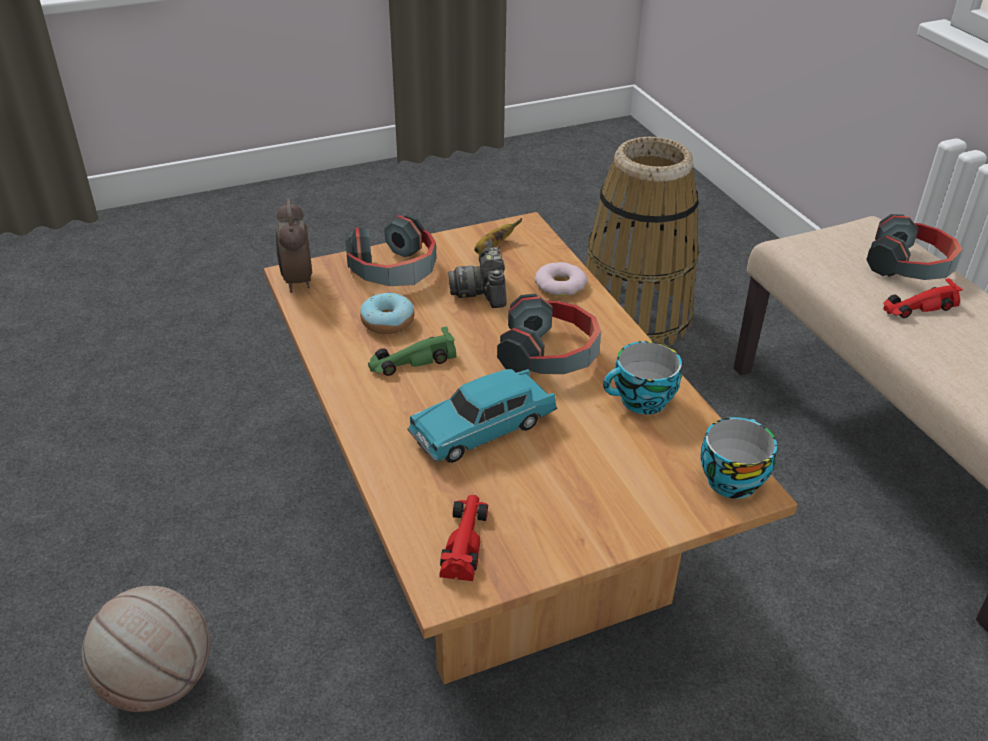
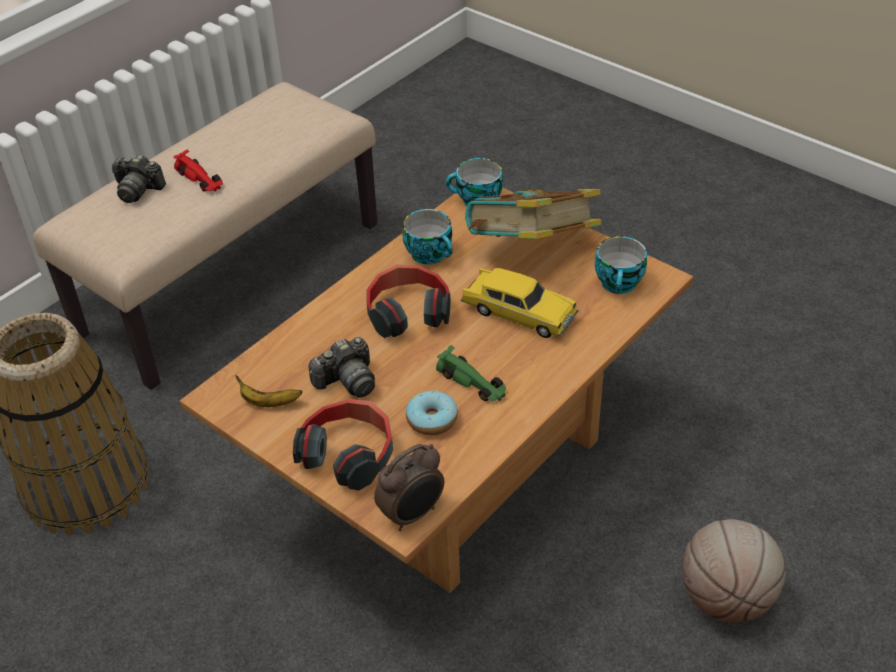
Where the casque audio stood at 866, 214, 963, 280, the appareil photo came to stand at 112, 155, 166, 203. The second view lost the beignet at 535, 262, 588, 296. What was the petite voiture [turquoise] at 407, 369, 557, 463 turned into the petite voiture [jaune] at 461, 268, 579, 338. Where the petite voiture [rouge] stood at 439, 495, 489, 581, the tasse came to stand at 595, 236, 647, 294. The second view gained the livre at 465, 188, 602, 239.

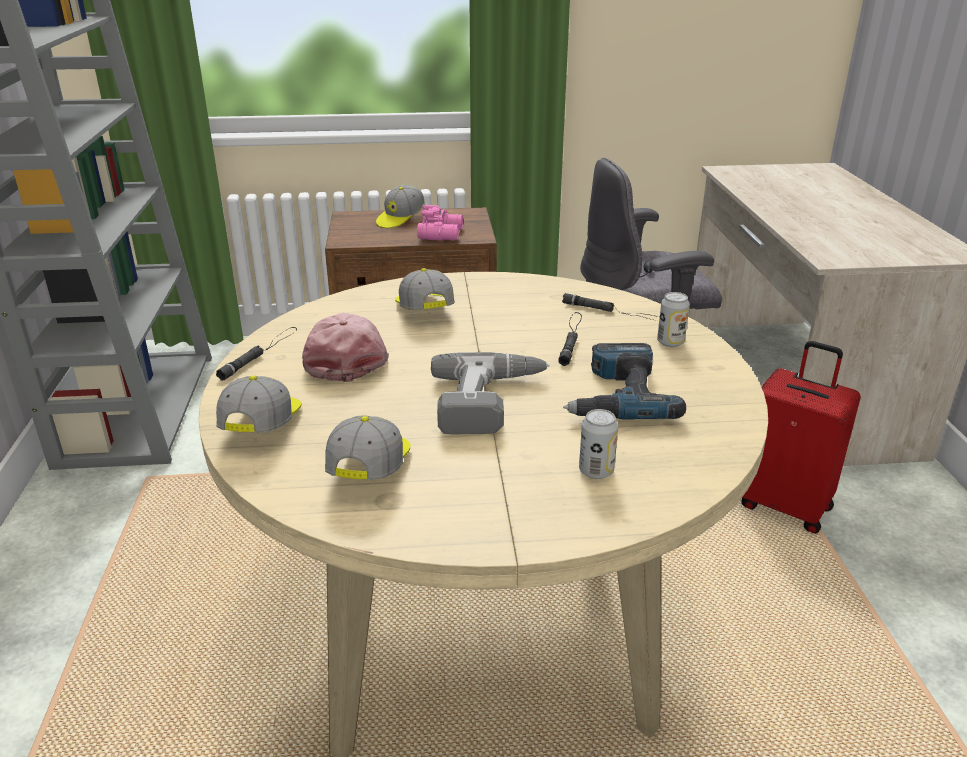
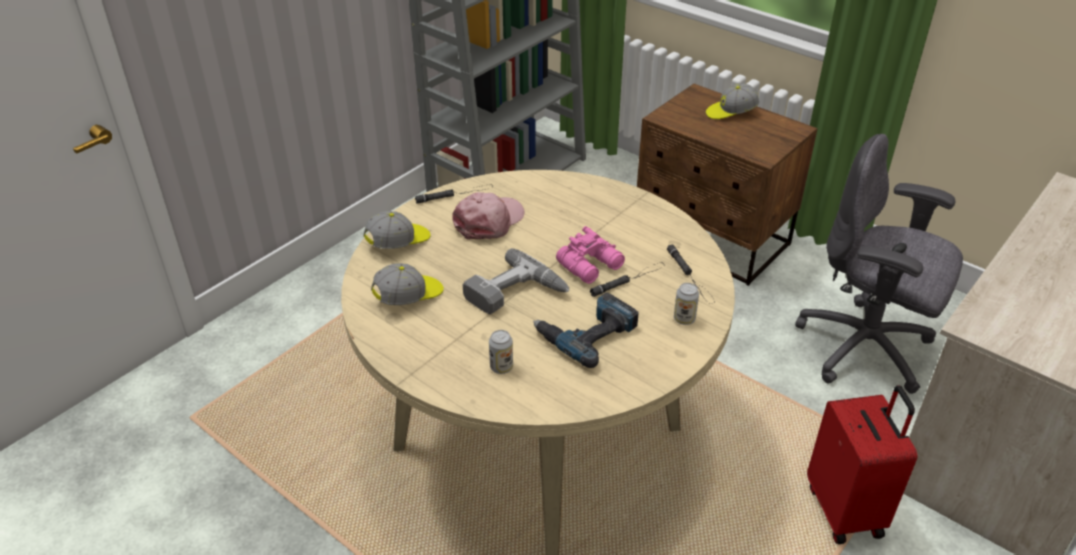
The jumelles [rose] ended up elsewhere, having gone from 417, 205, 463, 241 to 556, 226, 625, 284. The second view lost the casquette at 395, 268, 455, 310.

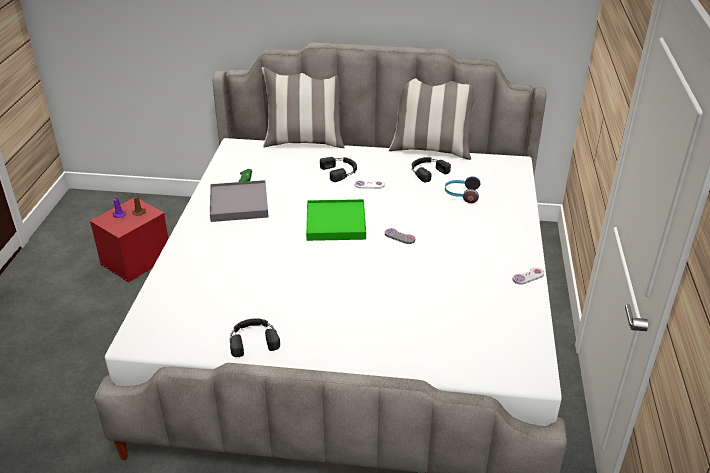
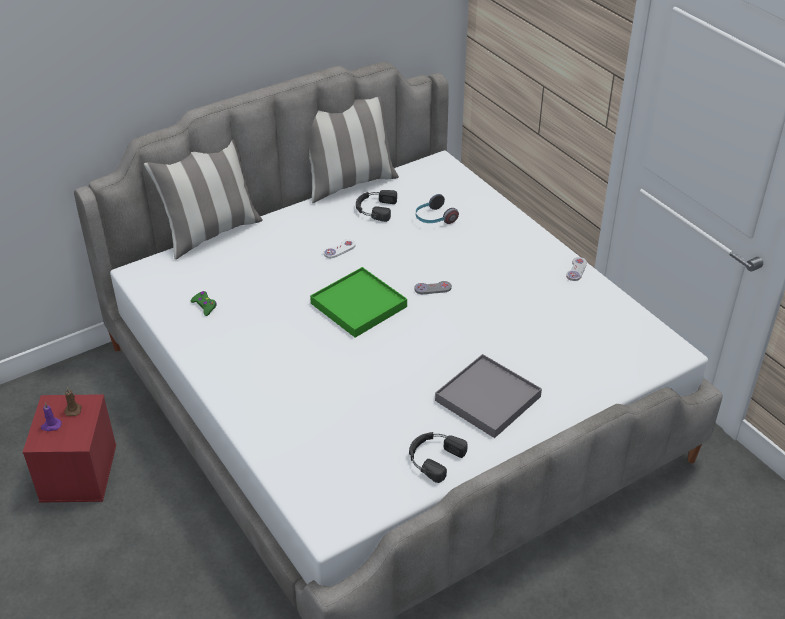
The second view lost the casque audio [noir] at 320, 157, 357, 182. The plateau [gris] ended up elsewhere, having gone from 210, 180, 268, 222 to 435, 354, 542, 438.

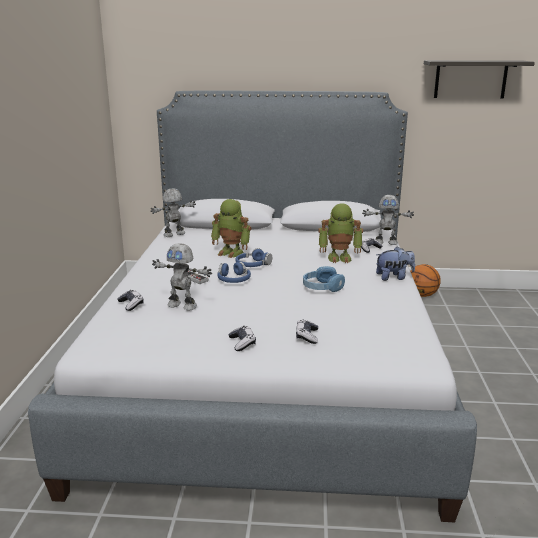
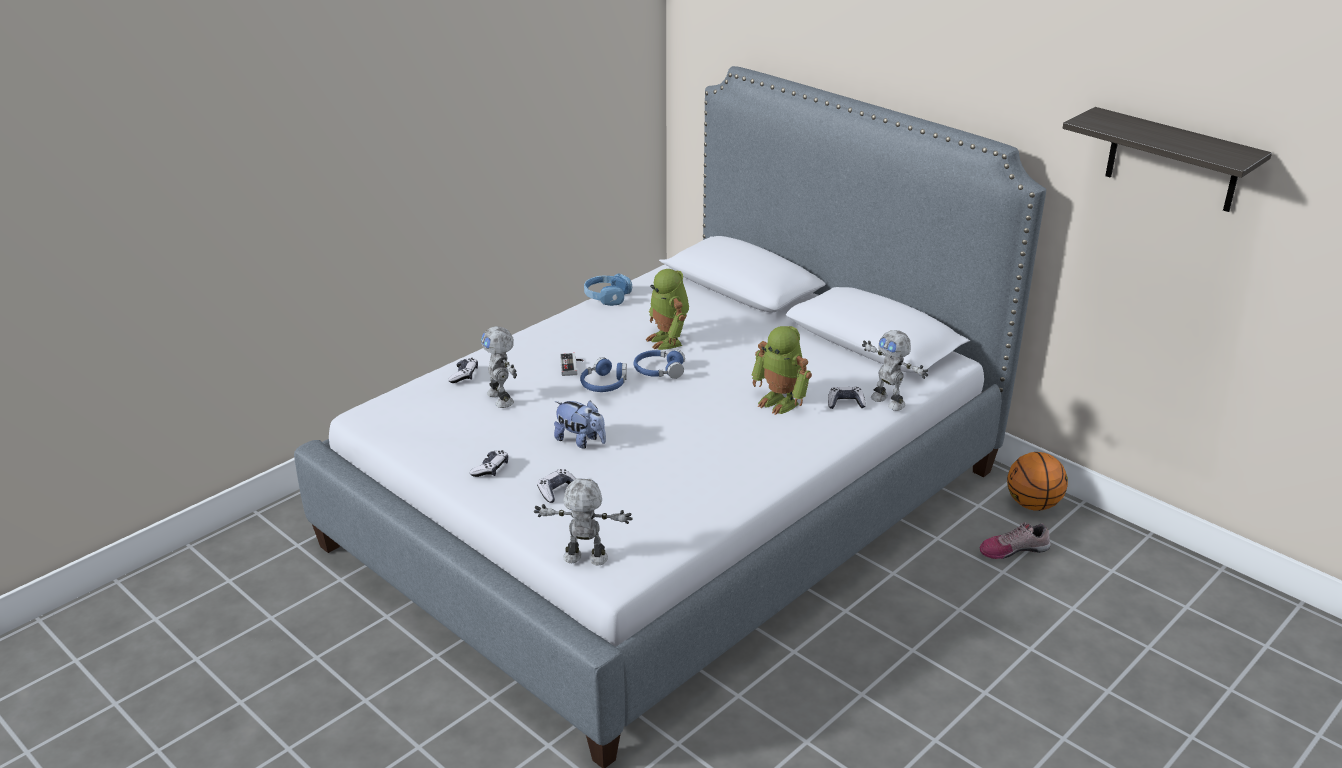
The robot jouet ended up elsewhere, having gone from 150, 188, 196, 237 to 534, 478, 633, 566. The peluche ended up elsewhere, having gone from 376, 246, 415, 281 to 554, 400, 606, 449. The casque audio [bleu] ended up elsewhere, having gone from 303, 266, 345, 292 to 584, 273, 632, 306. The second view gained the chaussure at 980, 522, 1051, 559.

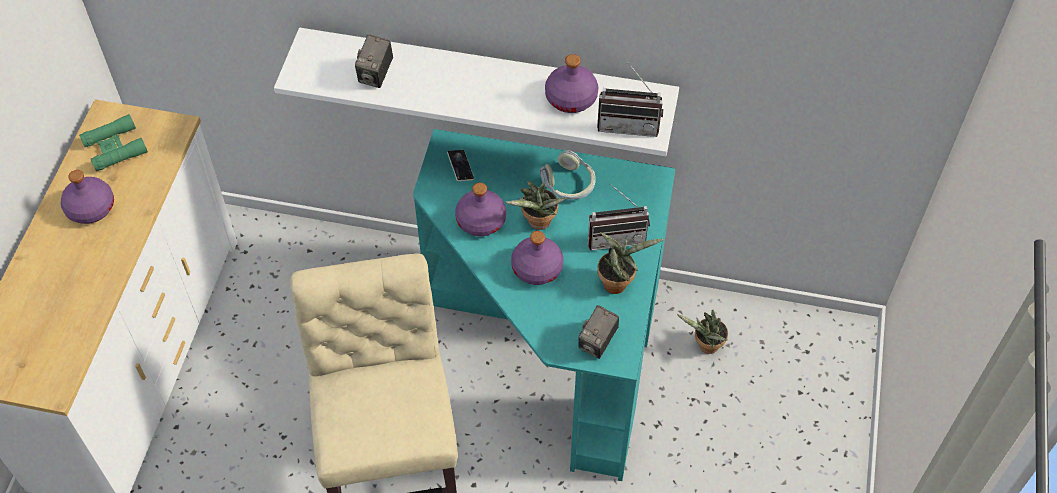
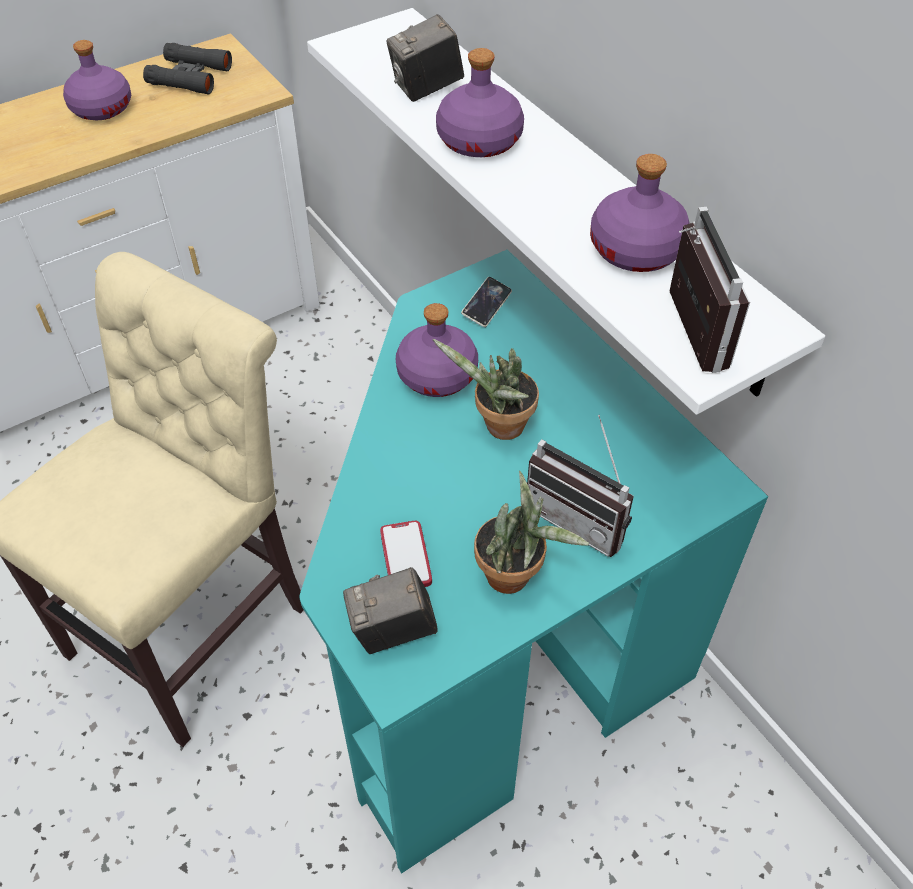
The radio at 597, 63, 663, 137 ended up facing another way, 150 degrees counterclockwise from before. What was the jumelles [vert] at 79, 114, 148, 171 turned into the jumelles [noir] at 143, 43, 232, 95. The second view lost the casque audio at 540, 150, 596, 200. The bouteille [violet] ended up elsewhere, having gone from 511, 231, 563, 285 to 436, 48, 524, 157. The second view lost the plante en pot at 677, 310, 728, 354. The second view gained the téléphone at 380, 521, 432, 587.

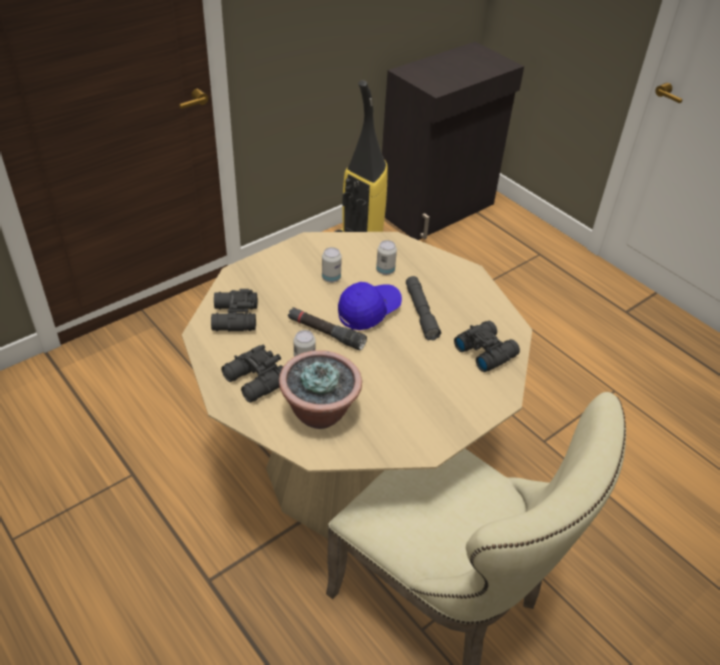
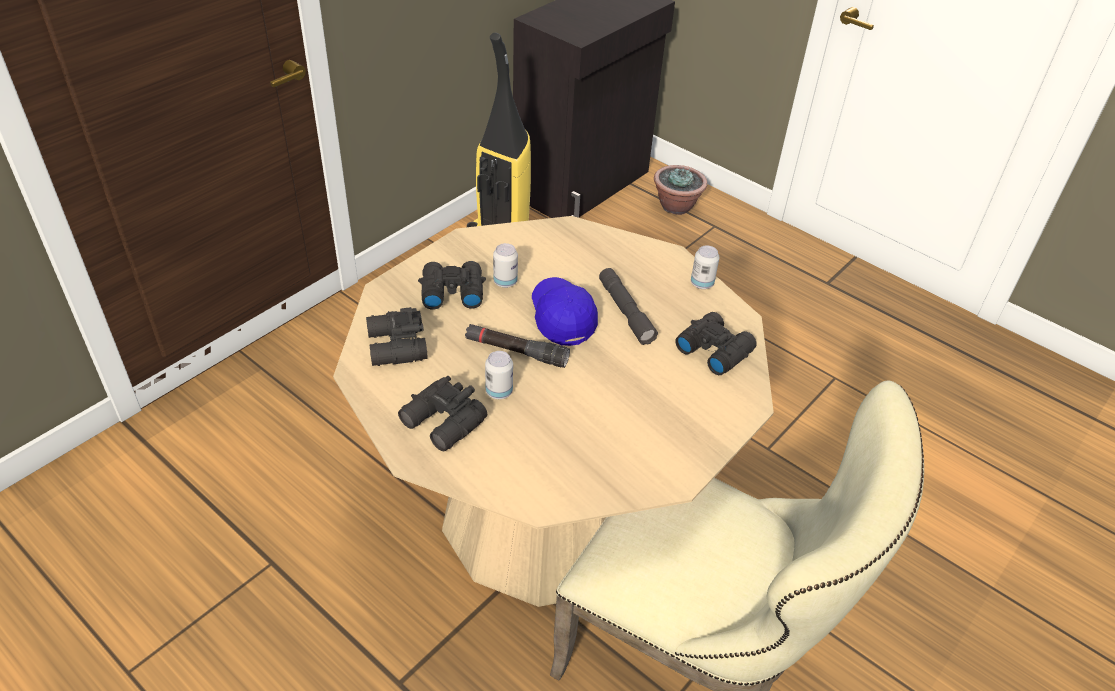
The boîte métallique ended up elsewhere, having gone from 376, 240, 397, 275 to 691, 245, 720, 289. The casquette [bleu] at 338, 282, 402, 330 ended up facing another way, 60 degrees counterclockwise from before. The plante en pot ended up elsewhere, having gone from 279, 350, 362, 429 to 654, 165, 707, 215. The second view gained the jumelles [noir] at 418, 261, 486, 310.

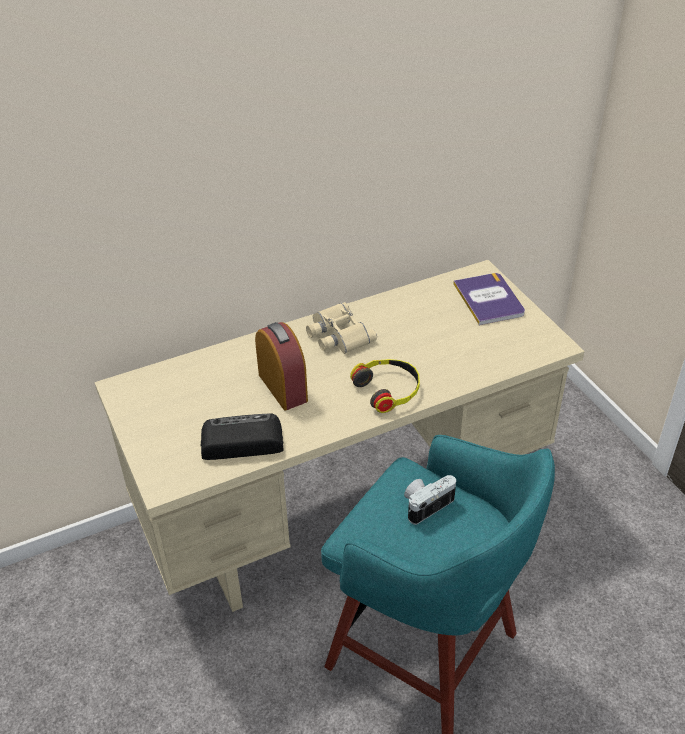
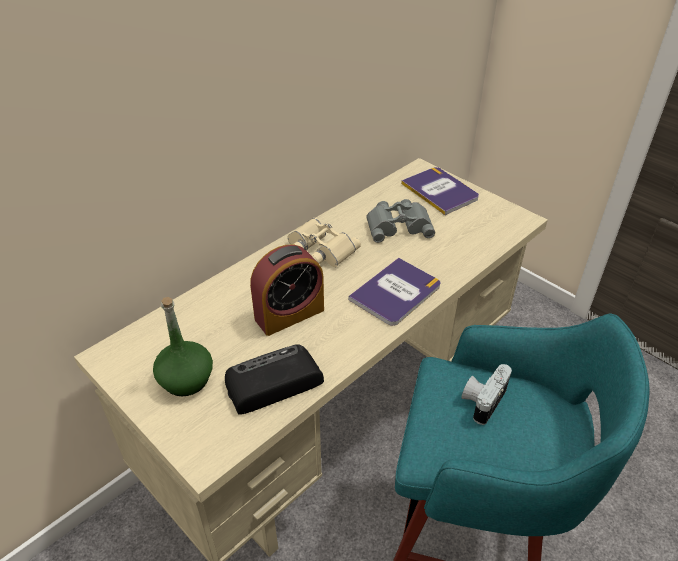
The réveil at 255, 322, 308, 410 ended up facing another way, 105 degrees clockwise from before. Where the casque audio stood at 350, 359, 420, 413, the livre came to stand at 348, 258, 441, 326. The second view gained the jumelles [gris] at 366, 199, 435, 243. The second view gained the bouteille [vert] at 153, 297, 213, 396.

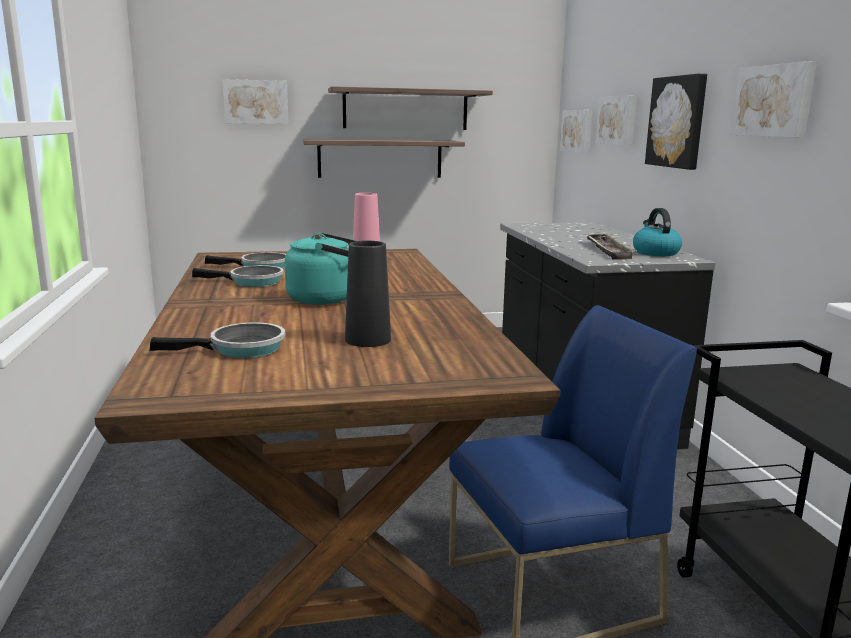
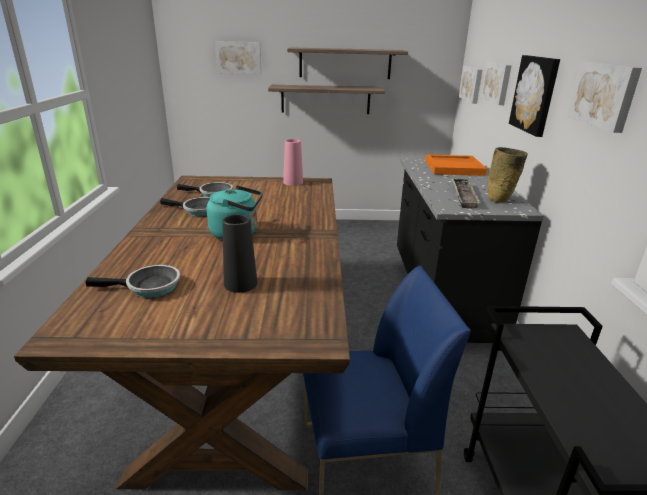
Where the bouilloire stood at 633, 208, 682, 256, the vase [beige] came to stand at 487, 147, 528, 202. The second view gained the plateau [orange] at 425, 154, 487, 176.

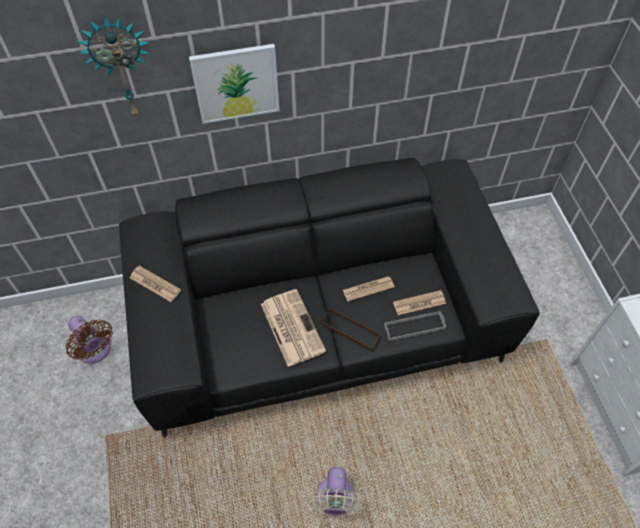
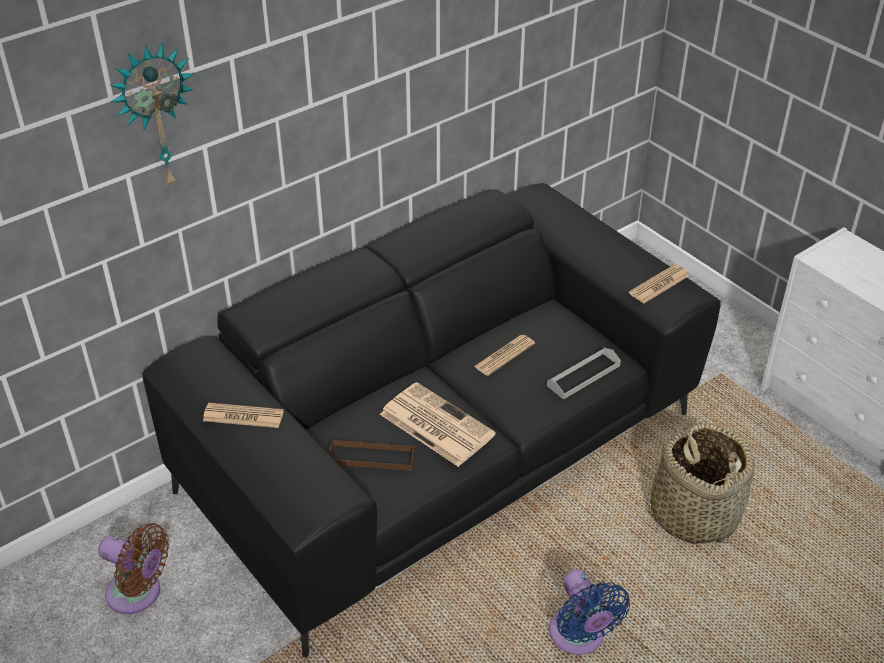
The second view lost the tableau at 189, 44, 280, 124. The journal ended up elsewhere, having gone from 393, 290, 446, 315 to 629, 264, 689, 303. The plateau [marron] ended up elsewhere, having gone from 321, 308, 381, 351 to 329, 439, 415, 471. What was the ventilateur [beige] at 307, 467, 364, 517 turned into the ventilateur [bleu] at 549, 569, 630, 655. The second view gained the panier at 650, 422, 755, 544.

